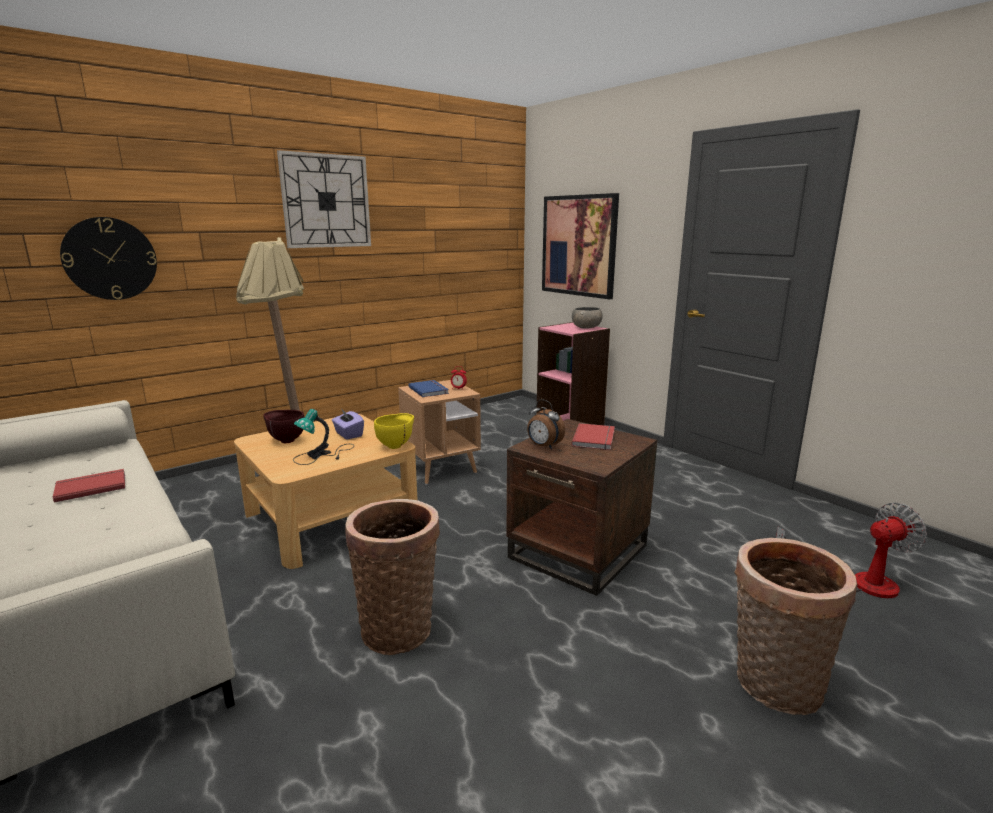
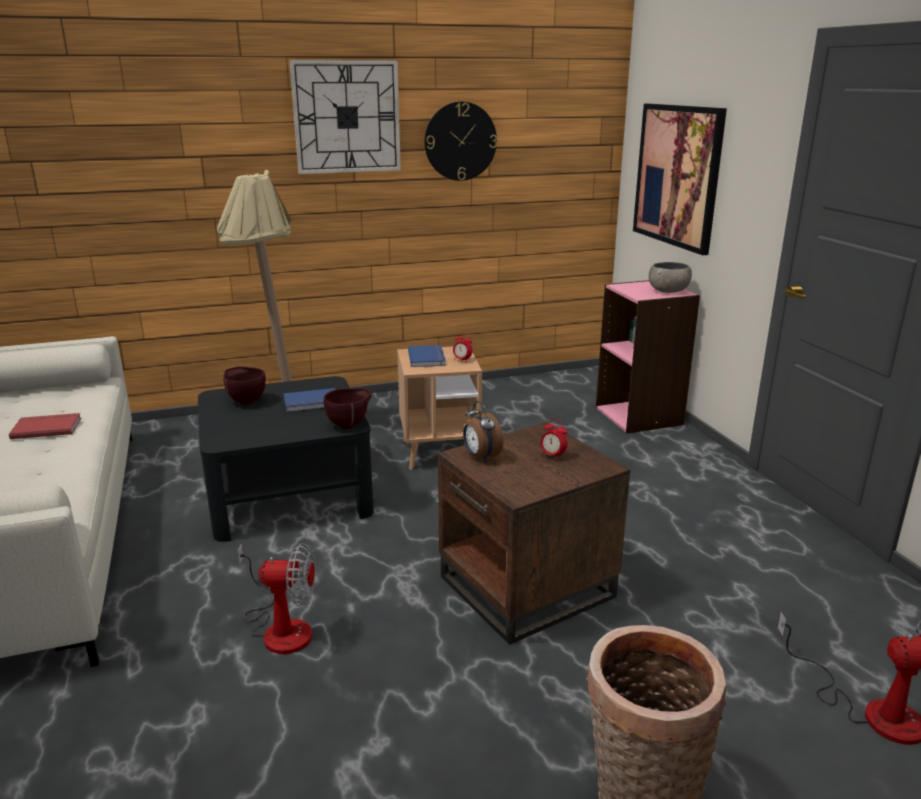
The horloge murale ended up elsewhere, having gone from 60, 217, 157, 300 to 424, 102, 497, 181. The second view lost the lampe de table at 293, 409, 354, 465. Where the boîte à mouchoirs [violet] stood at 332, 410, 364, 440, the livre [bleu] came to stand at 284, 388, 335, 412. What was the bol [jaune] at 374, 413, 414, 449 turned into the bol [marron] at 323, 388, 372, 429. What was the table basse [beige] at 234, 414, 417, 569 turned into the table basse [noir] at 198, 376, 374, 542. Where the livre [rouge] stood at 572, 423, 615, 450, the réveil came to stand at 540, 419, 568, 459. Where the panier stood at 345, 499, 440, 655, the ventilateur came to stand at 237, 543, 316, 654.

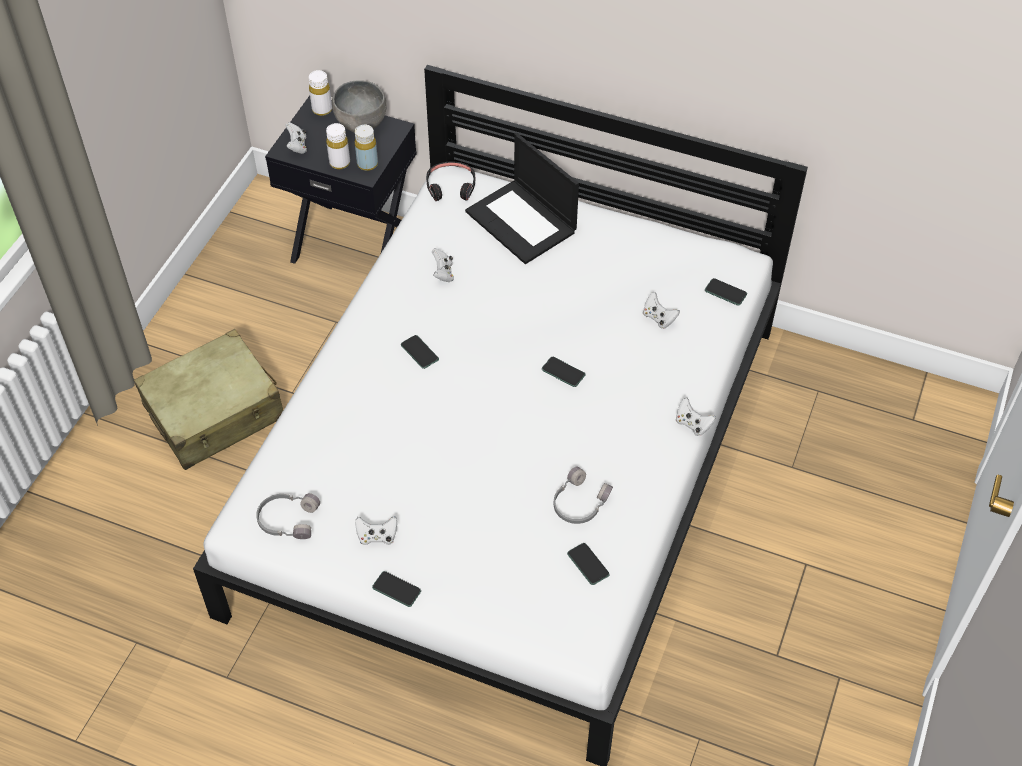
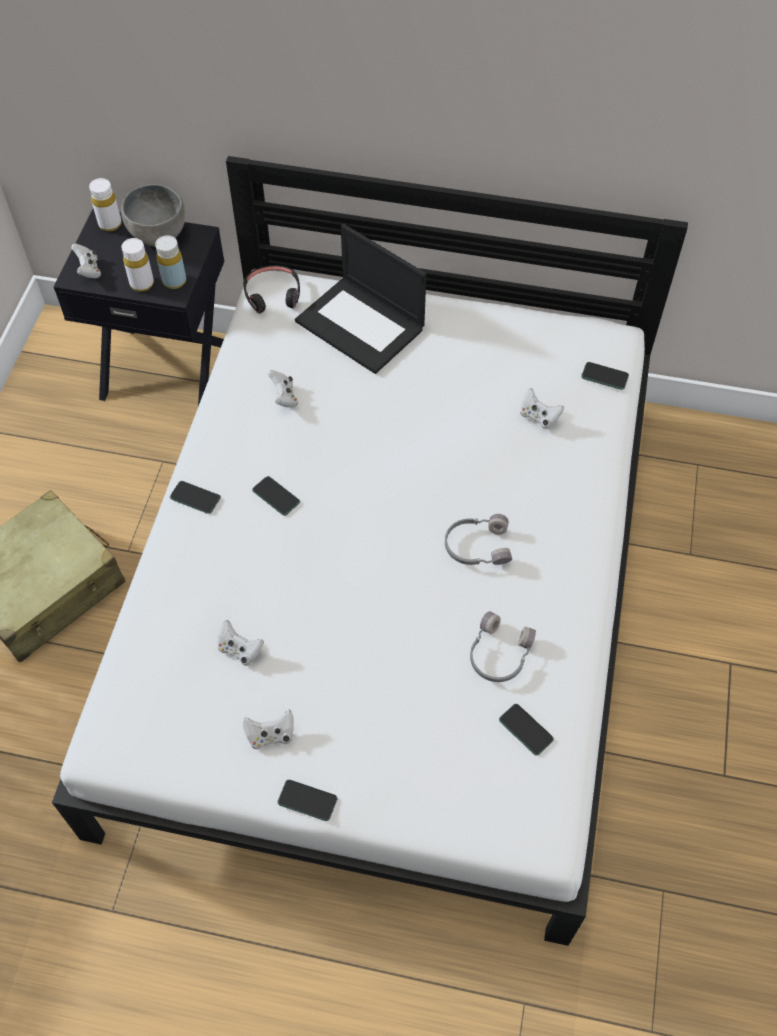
The téléphone ended up elsewhere, having gone from 542, 357, 585, 387 to 170, 481, 221, 514. The manette [blanc] ended up elsewhere, having gone from 676, 397, 716, 436 to 218, 620, 264, 666. The casque audio [gris] ended up elsewhere, having gone from 256, 493, 320, 539 to 445, 514, 512, 565.

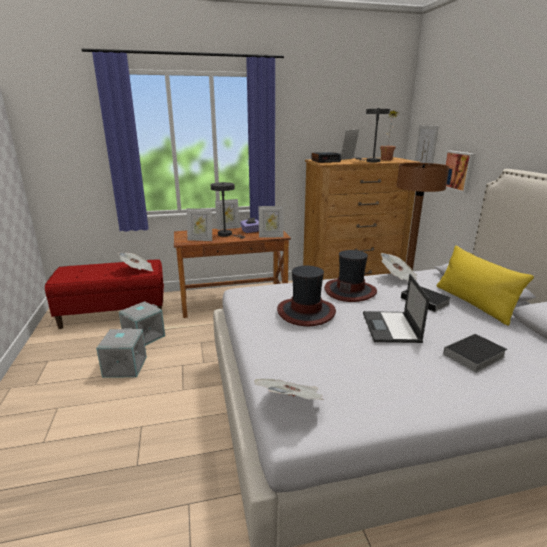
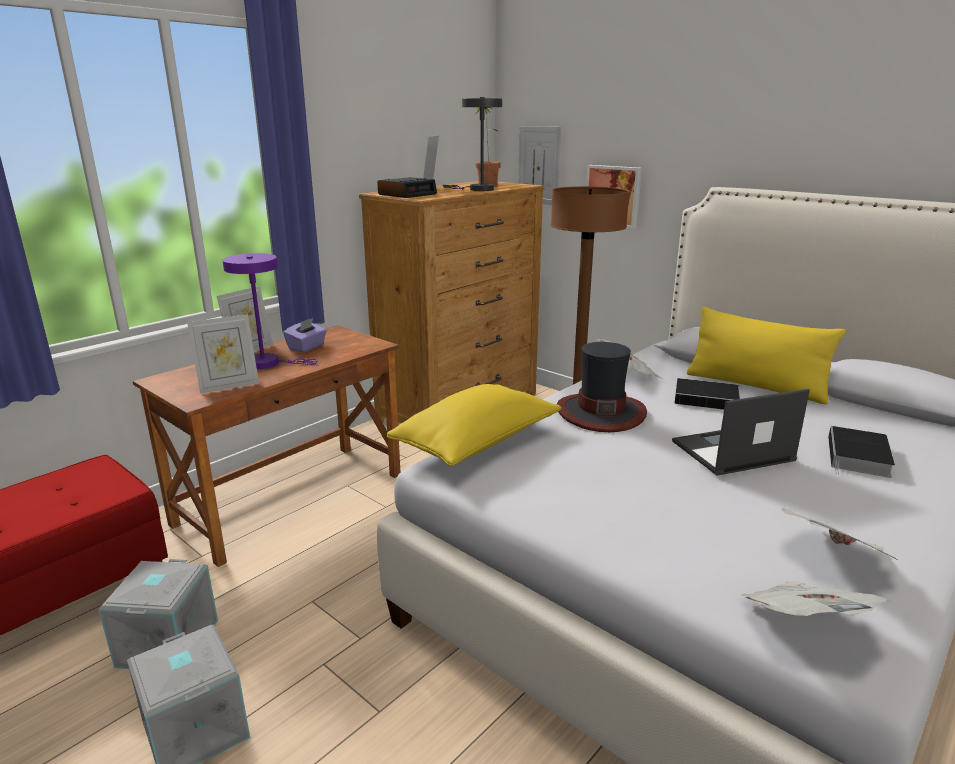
What was the lampe de table [gris] at 211, 182, 245, 239 turned into the lampe de table [violet] at 222, 253, 317, 369. The second view lost the cadre photo at 259, 206, 284, 238. The journal ended up elsewhere, having gone from 118, 252, 153, 271 to 782, 508, 896, 559. The second view lost the chapeau at 277, 266, 336, 326. The ordinateur portable at 363, 274, 430, 343 ended up facing another way, 105 degrees clockwise from before. The second view gained the coussin [jaune] at 387, 384, 562, 466.

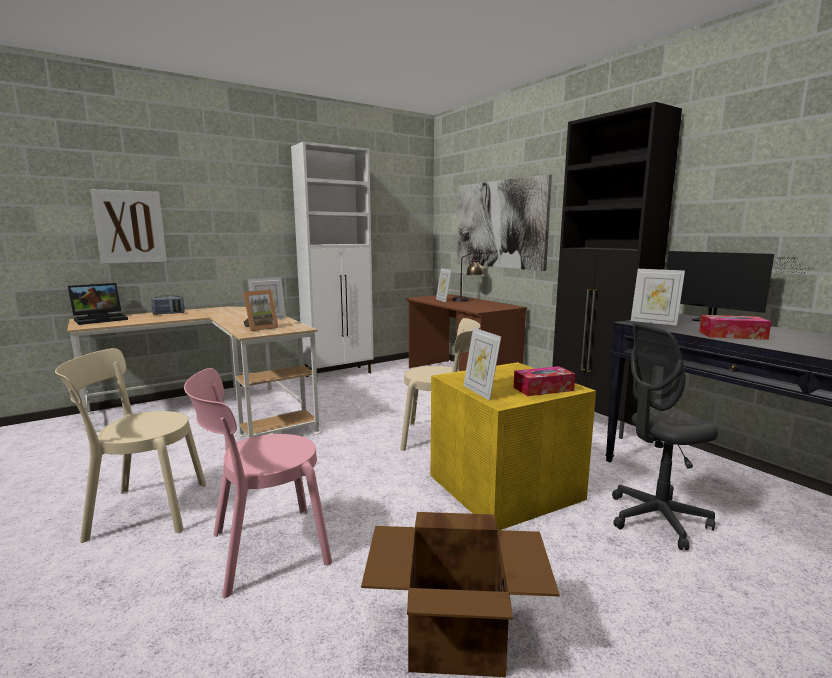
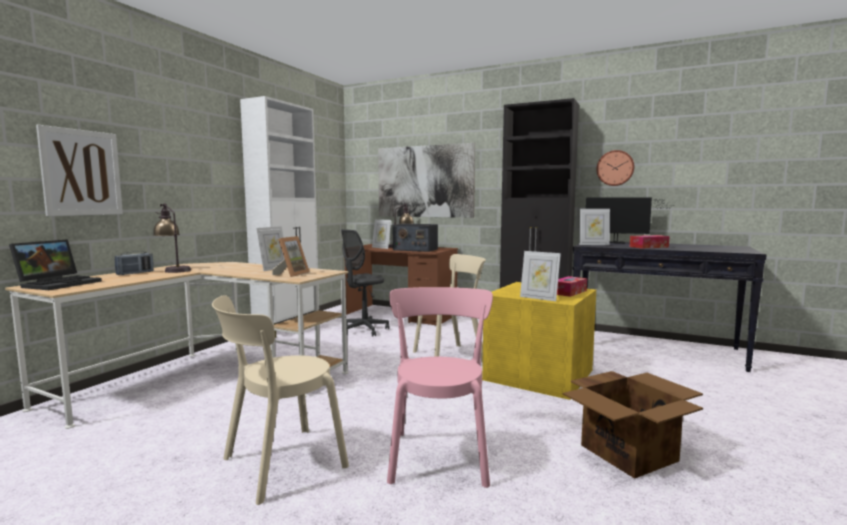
The chaise de bureau [gris] ended up elsewhere, having gone from 612, 323, 718, 550 to 341, 229, 389, 336. The chaise [rose] at 184, 368, 332, 598 ended up facing another way, 150 degrees clockwise from before. The second view gained the horloge murale at 596, 150, 634, 186. The second view gained the lampe de table at 153, 203, 191, 273. The second view gained the radio at 393, 224, 438, 252.

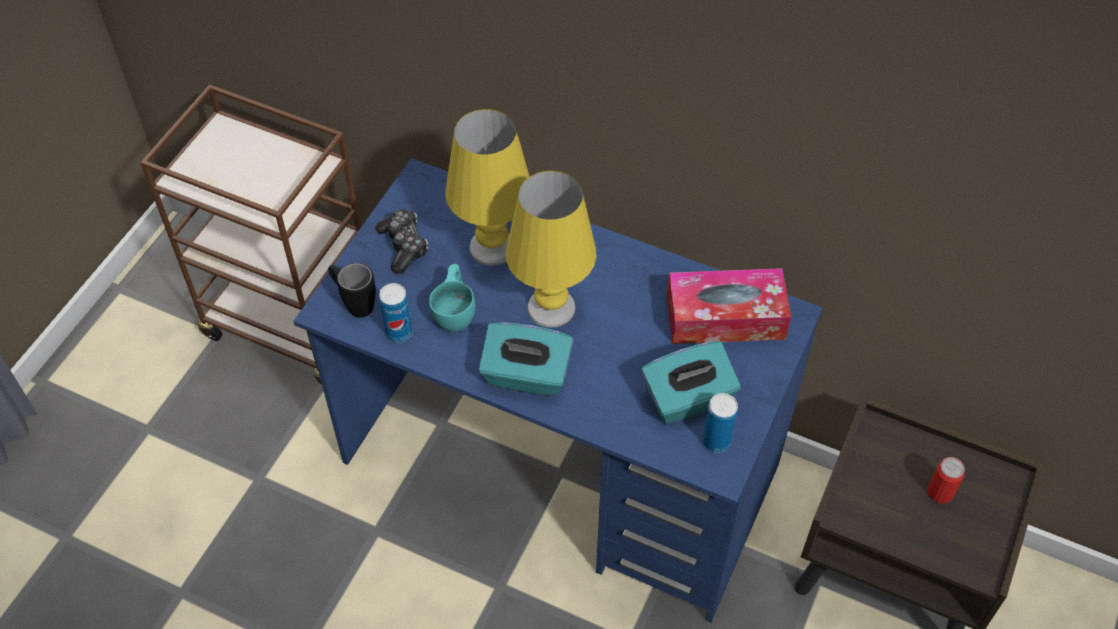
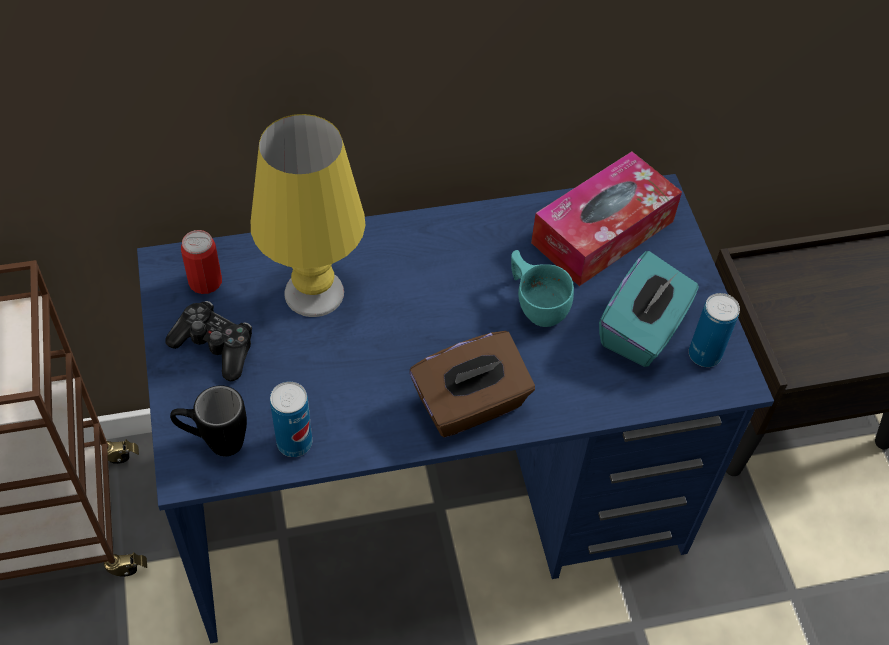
The second view lost the lampe de table [jaune] at 506, 171, 597, 328. The tasse [turquoise] ended up elsewhere, having gone from 429, 264, 476, 332 to 511, 250, 574, 327. What was the boîte à mouchoirs [turquoise] at 479, 322, 573, 396 turned into the boîte à mouchoirs [marron] at 410, 331, 535, 437. The boîte métallique ended up elsewhere, having gone from 927, 457, 965, 504 to 181, 230, 222, 294.

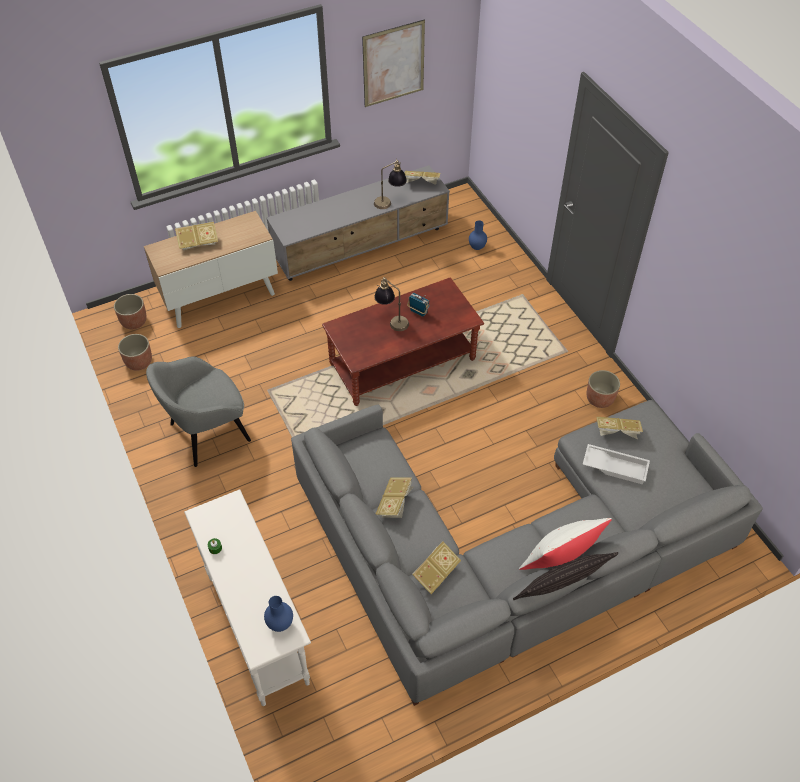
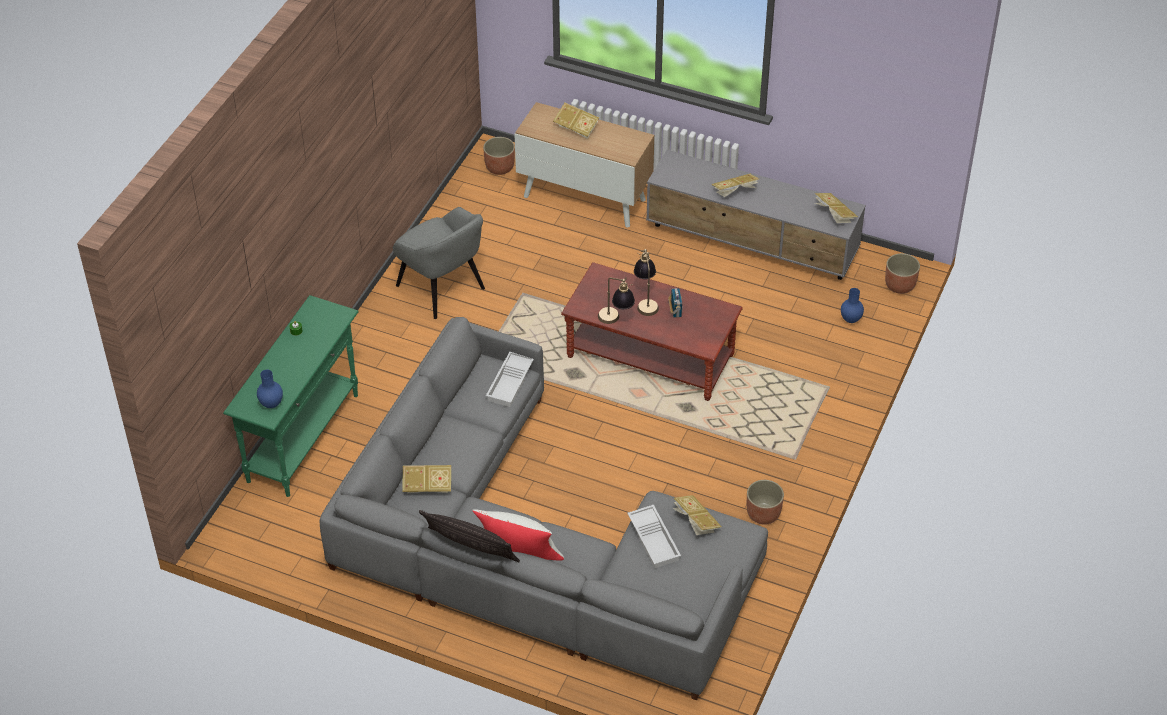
The second view lost the tableau at 362, 20, 425, 107. The lampe de table ended up elsewhere, having gone from 374, 159, 407, 209 to 598, 277, 635, 324. The cache-pot ended up elsewhere, having gone from 118, 334, 152, 371 to 885, 253, 920, 294. The fauteuil [gris] at 146, 356, 251, 467 ended up facing another way, 150 degrees counterclockwise from before. The livre ended up elsewhere, having gone from 376, 477, 414, 518 to 711, 174, 759, 197. What was the table console [blanc] at 184, 489, 311, 706 turned into the table console [vert] at 223, 295, 359, 497. The second view gained the plateau [blanc] at 486, 352, 534, 407.

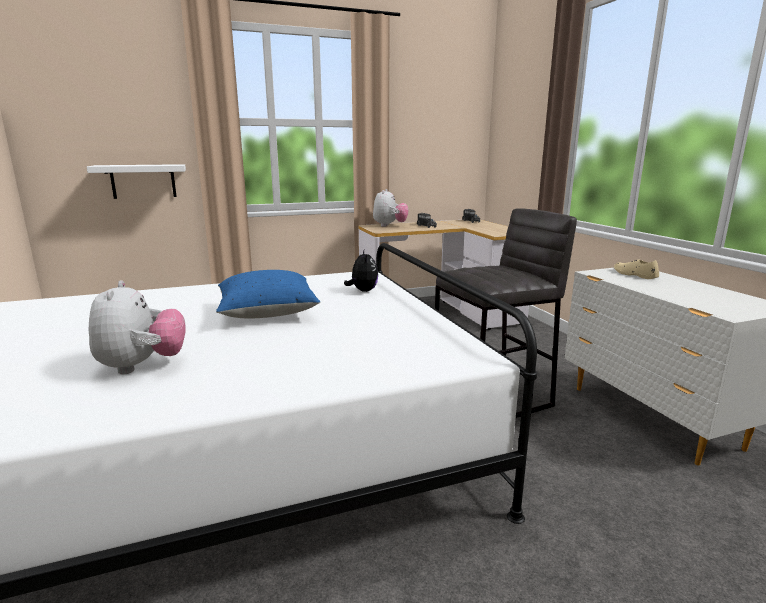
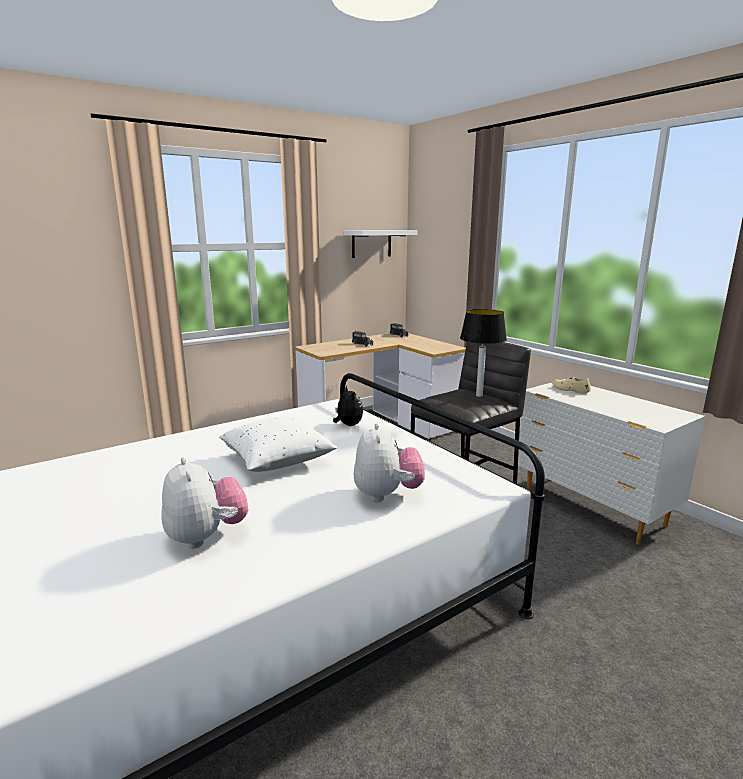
The étagère [blanc] ended up elsewhere, having gone from 87, 164, 186, 199 to 344, 230, 418, 258. The peluche ended up elsewhere, having gone from 373, 189, 408, 227 to 354, 423, 425, 502. What was the coussin [bleu] at 216, 270, 320, 318 turned into the coussin [blanc] at 219, 416, 337, 472. The second view gained the lampe de table at 460, 309, 507, 397.

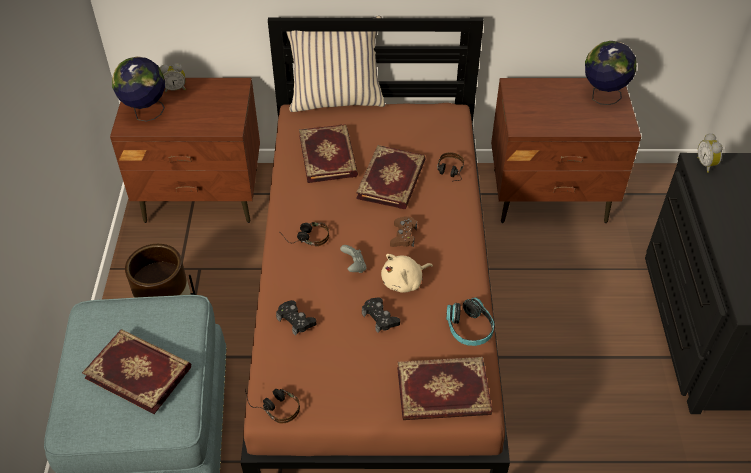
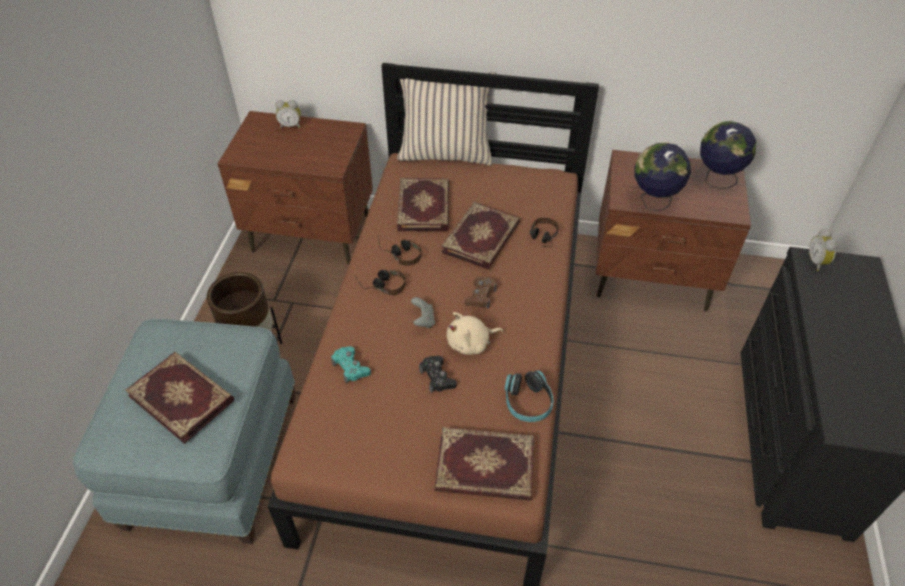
The globe ended up elsewhere, having gone from 112, 56, 165, 122 to 635, 142, 691, 211. What was the manette [noir] at 276, 300, 316, 336 turned into the manette [turquoise] at 331, 346, 371, 384. The casque audio ended up elsewhere, having gone from 245, 389, 300, 423 to 378, 235, 422, 266.

